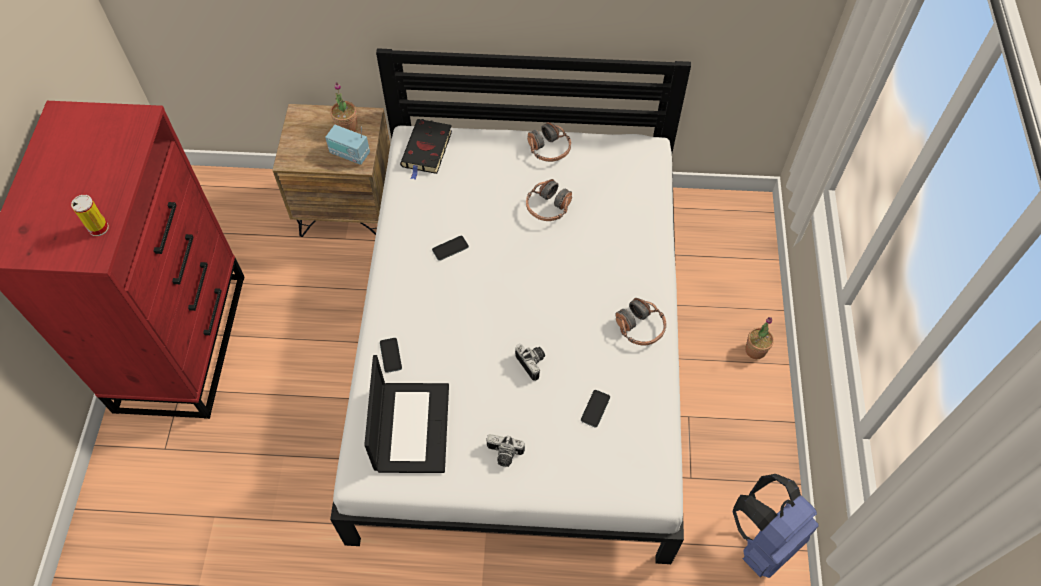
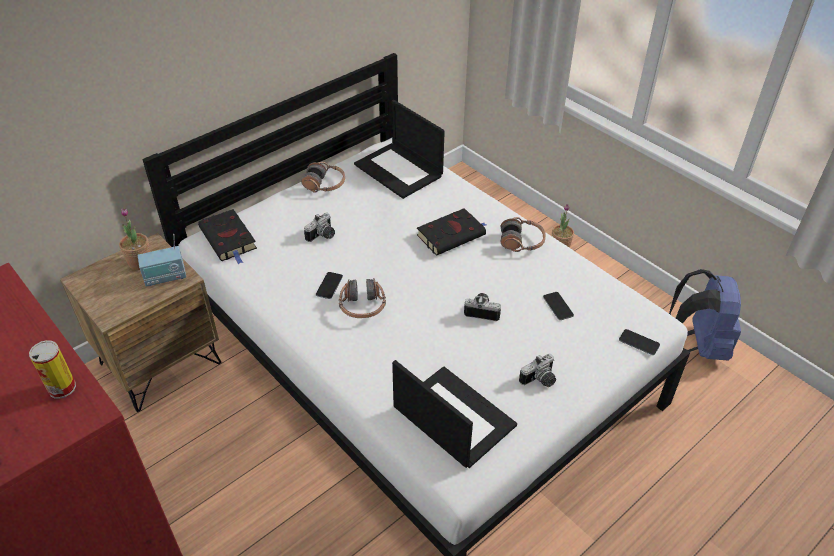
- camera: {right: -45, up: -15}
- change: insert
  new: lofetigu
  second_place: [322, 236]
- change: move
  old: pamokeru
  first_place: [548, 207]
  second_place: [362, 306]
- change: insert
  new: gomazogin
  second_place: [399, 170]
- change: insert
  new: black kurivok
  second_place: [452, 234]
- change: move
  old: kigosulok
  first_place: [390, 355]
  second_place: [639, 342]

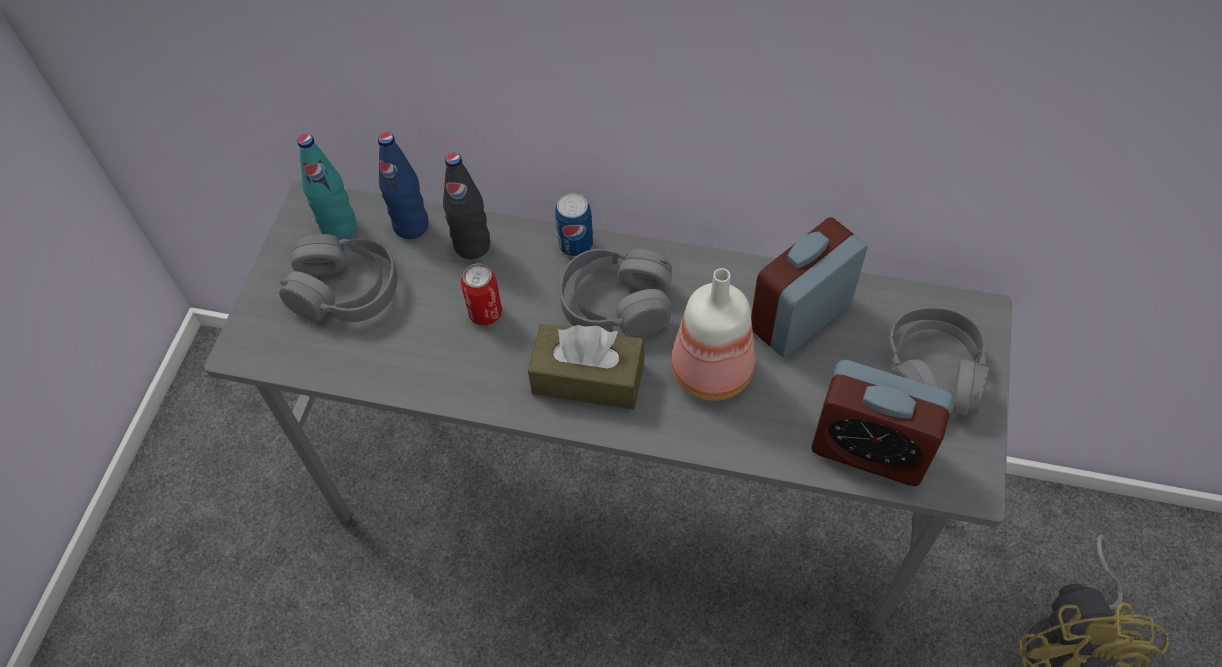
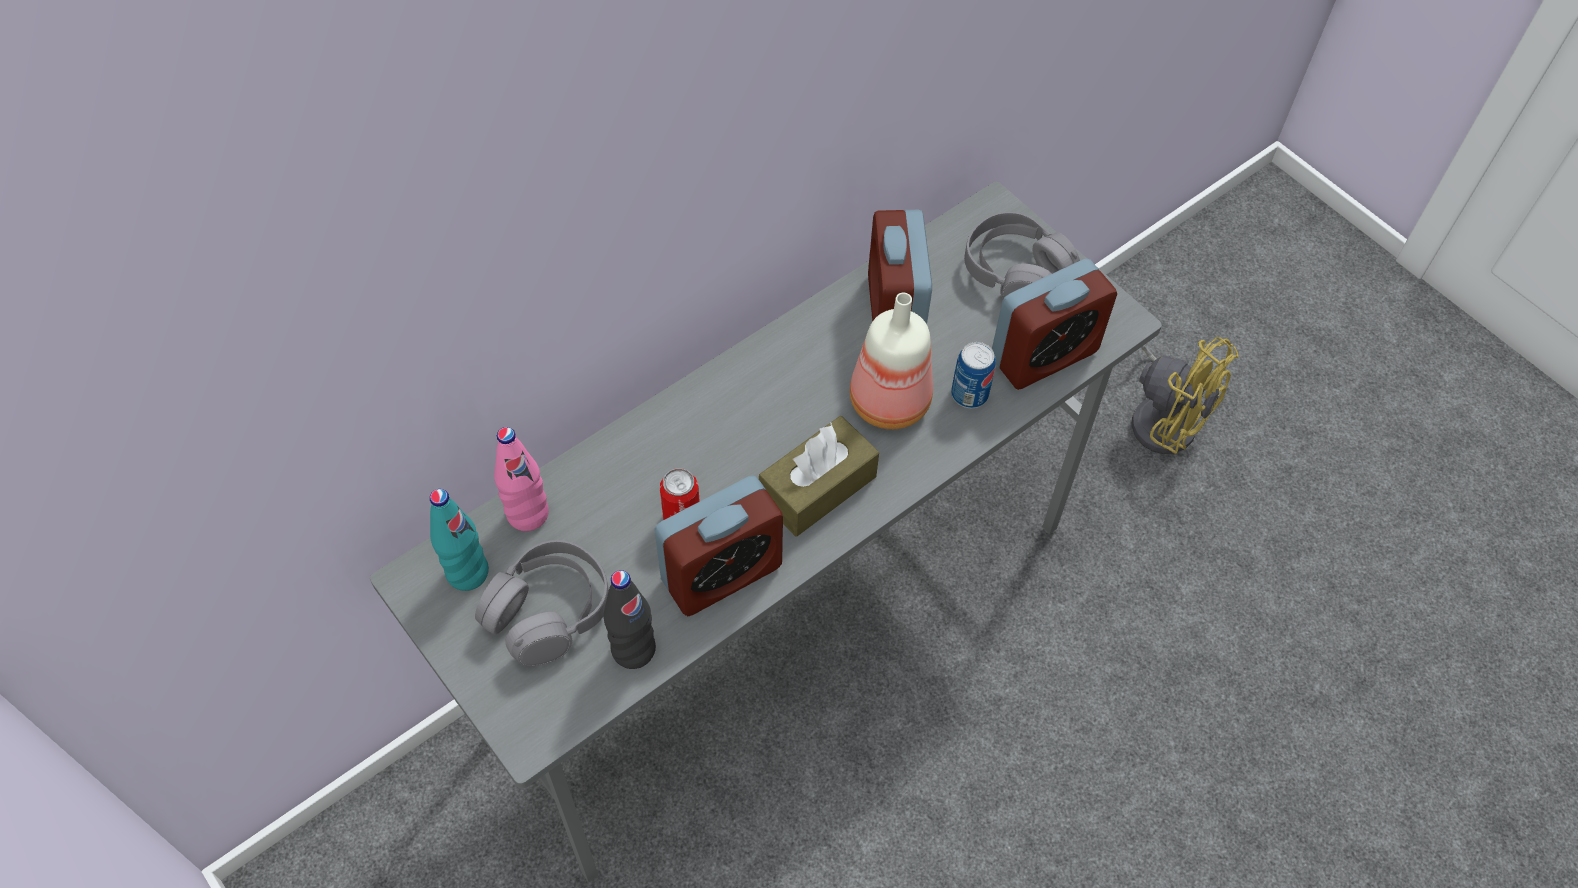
- camera: {right: -55, up: 0}
- change: recolor
  old: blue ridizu
  new: pink ridizu
  first_place: [411, 226]
  second_place: [528, 514]
- change: move
  old: black ridizu
  first_place: [472, 245]
  second_place: [633, 650]
- change: insert
  new: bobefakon
  second_place: [721, 573]
- change: move
  old: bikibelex
  first_place: [575, 244]
  second_place: [969, 394]
- change: delete
  old: grey pamokeru
  first_place: [616, 304]

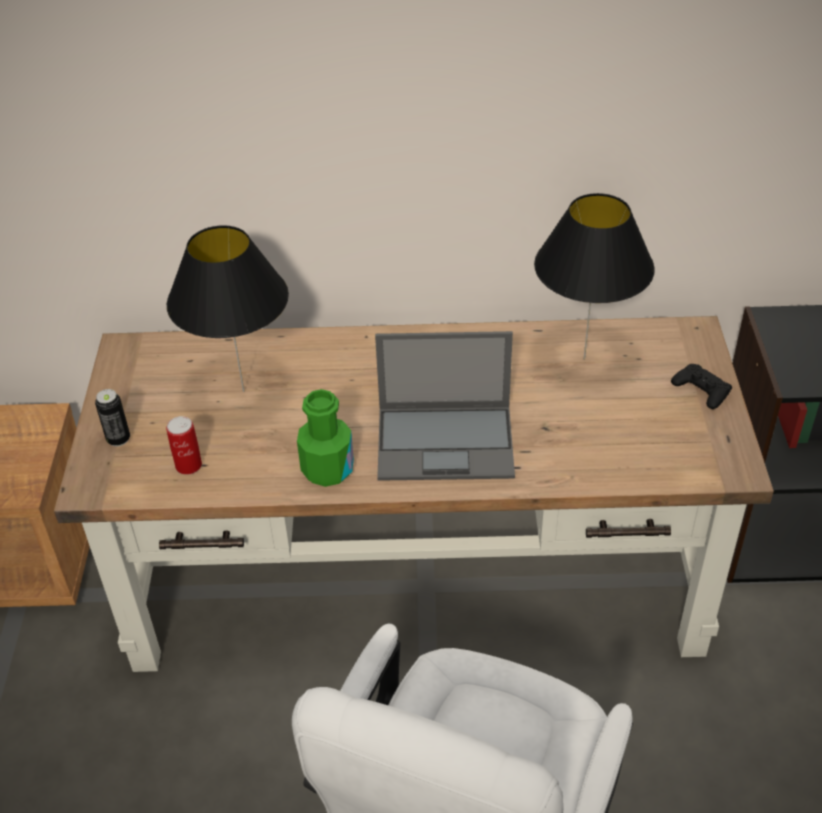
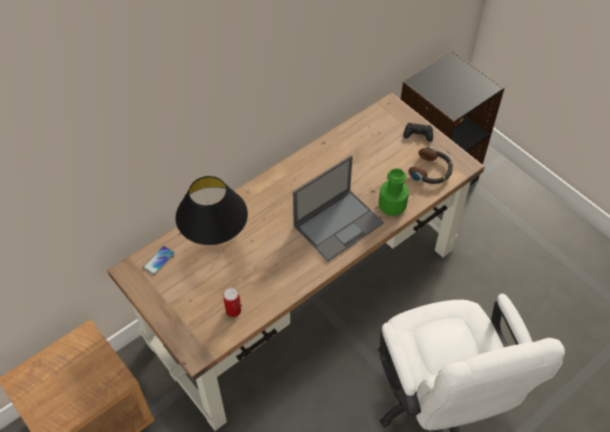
- camera: {right: -40, up: 10}
- change: insert
  new: kigosulok
  second_place: [159, 260]
- change: move
  old: green ridizu
  first_place: [327, 469]
  second_place: [392, 206]
- change: insert
  new: pamokeru
  second_place: [431, 171]
- change: delete
  old: bikibelex
  first_place: [118, 439]
- change: delete
  old: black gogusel
  first_place: [584, 359]

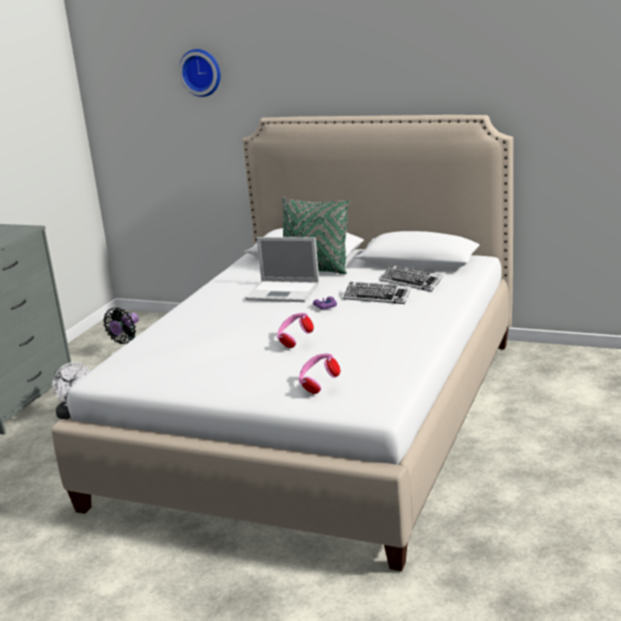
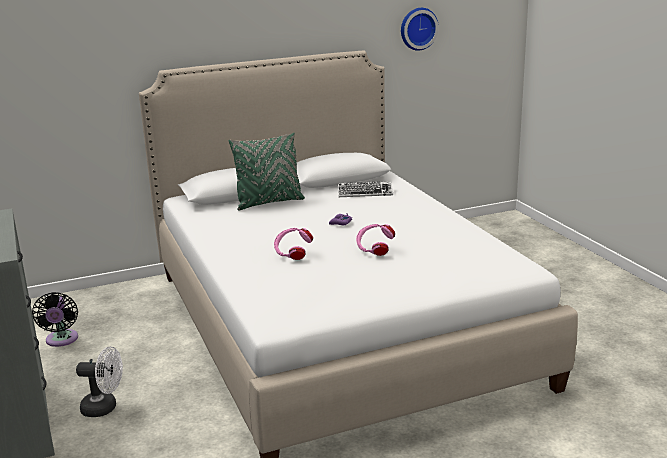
- camera: {right: -45, up: 0}
- change: move
  old: pink pamokeru
  first_place: [318, 386]
  second_place: [292, 255]
- change: move
  old: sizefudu
  first_place: [201, 72]
  second_place: [417, 28]
- change: delete
  old: gomazogin
  first_place: [284, 292]
- change: delete
  old: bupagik
  first_place: [377, 297]

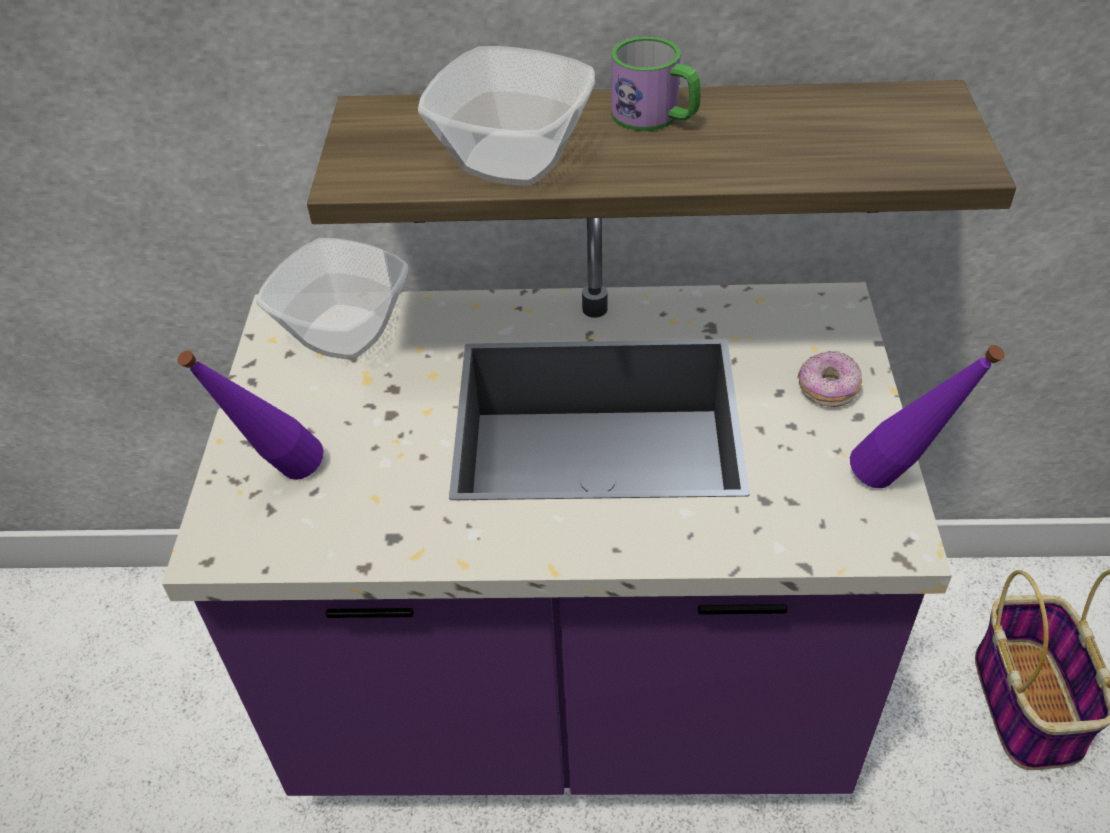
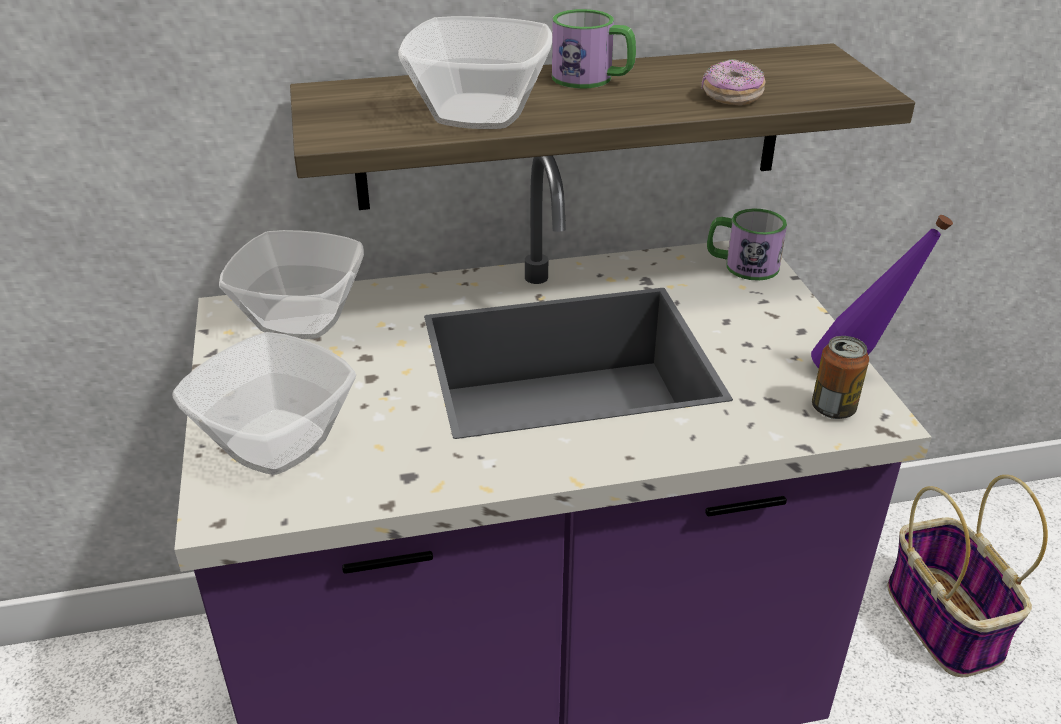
- camera: {right: -15, up: -10}
- change: replace
  old: purple ridizu
  new: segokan
  first_place: [279, 479]
  second_place: [273, 443]
- change: move
  old: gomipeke
  first_place: [827, 389]
  second_place: [731, 96]
- change: insert
  new: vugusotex
  second_place: [741, 265]
- change: insert
  new: bikibelex
  second_place: [833, 409]

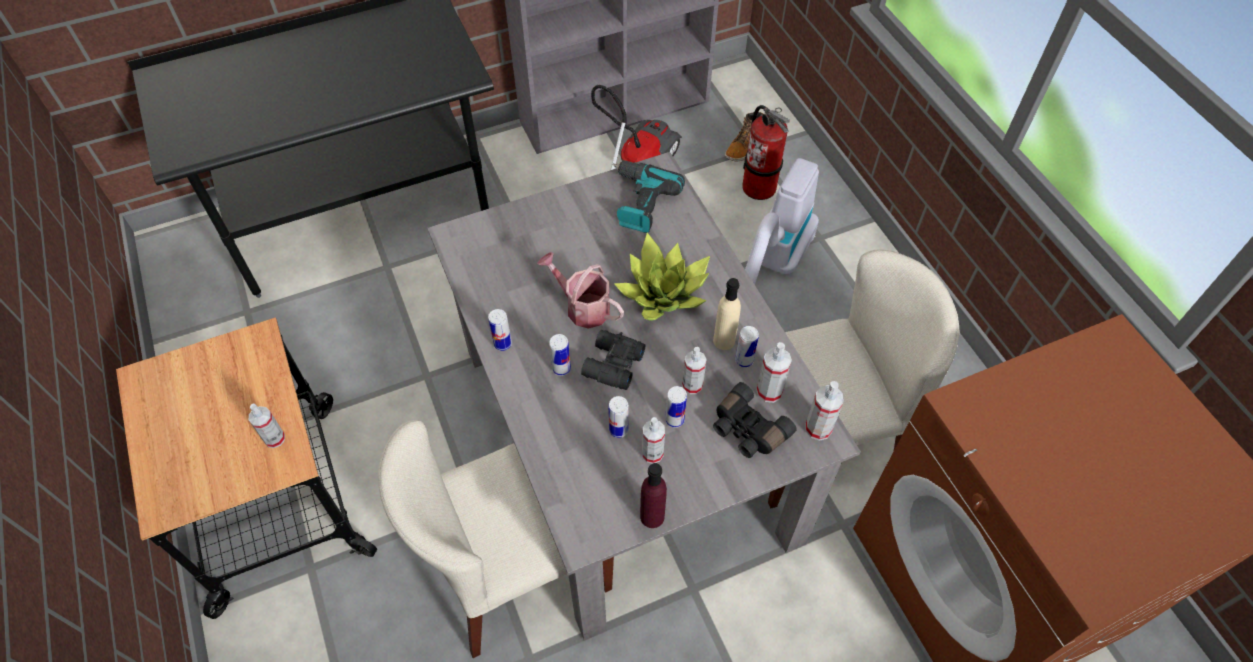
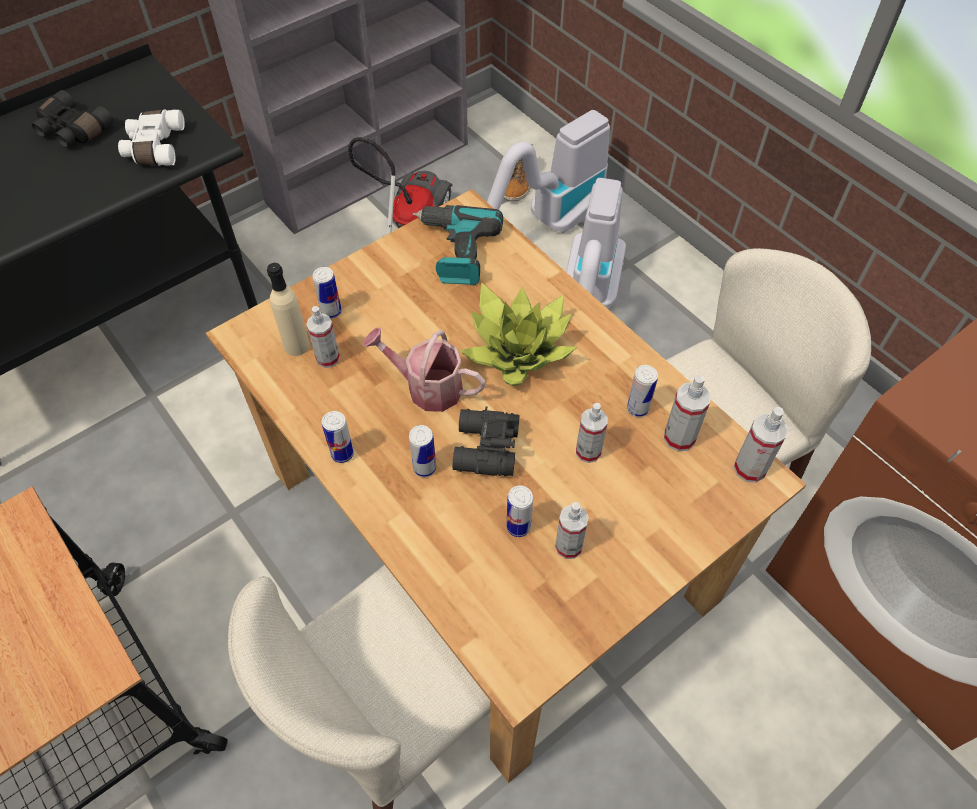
- camera: {right: -15, up: 0}
- change: move
  old: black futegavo
  first_place: [747, 430]
  second_place: [72, 131]
- change: insert
  new: white futegavo
  second_place: [154, 147]
- change: recolor
  old: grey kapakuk
  new: brown kapakuk
  first_place: [629, 443]
  second_place: [492, 534]
- change: move
  old: beige ridizu
  first_place: [724, 341]
  second_place: [297, 345]
- change: move
  old: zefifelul
  first_place: [275, 438]
  second_place: [328, 358]
- change: move
  old: bikibelex
  first_place: [674, 420]
  second_place: [331, 311]
- change: replace
  old: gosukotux
  new: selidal
  first_place: [759, 187]
  second_place: [548, 223]
- change: delete
  old: purple ridizu
  first_place: [652, 516]

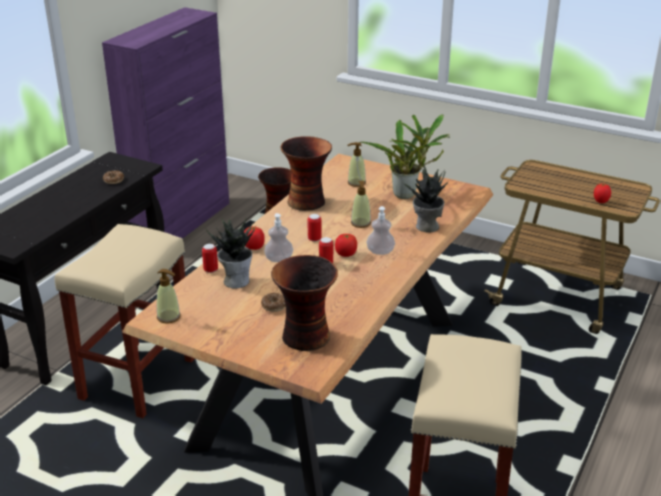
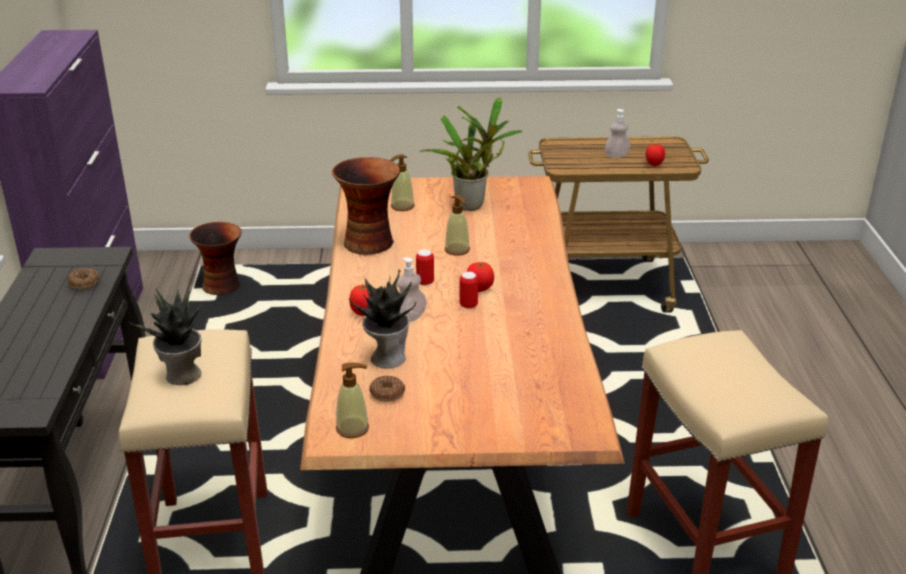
- camera: {right: -30, up: 0}
- change: move
  old: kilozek
  first_place: [426, 227]
  second_place: [182, 376]
- change: move
  old: gomipeke
  first_place: [274, 306]
  second_place: [387, 393]
- change: move
  old: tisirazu
  first_place: [380, 251]
  second_place: [616, 155]
- change: delete
  old: bikibelex
  first_place: [210, 270]
- change: delete
  old: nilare
  first_place: [305, 338]

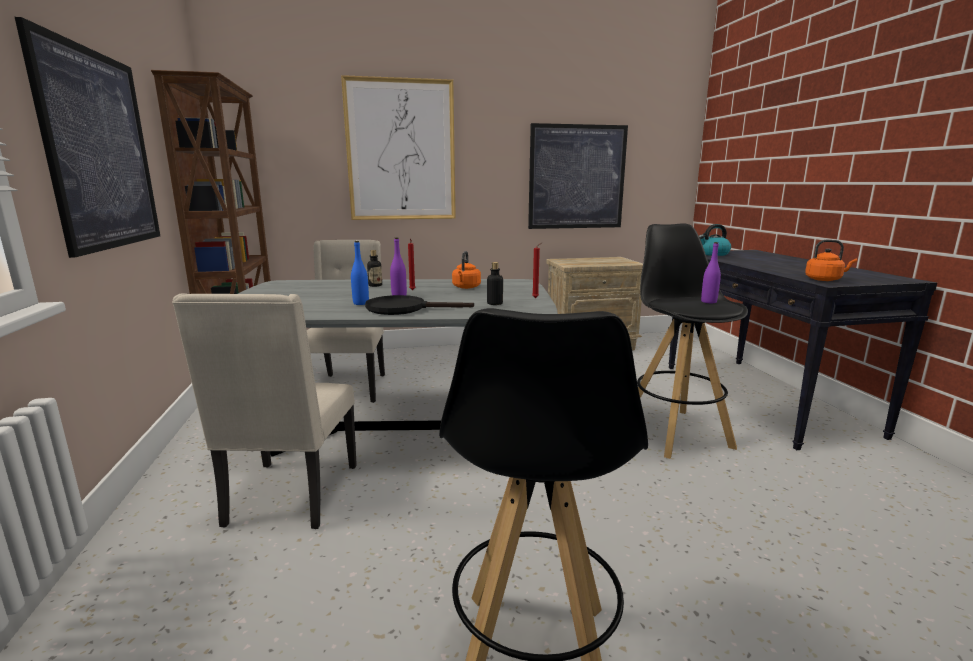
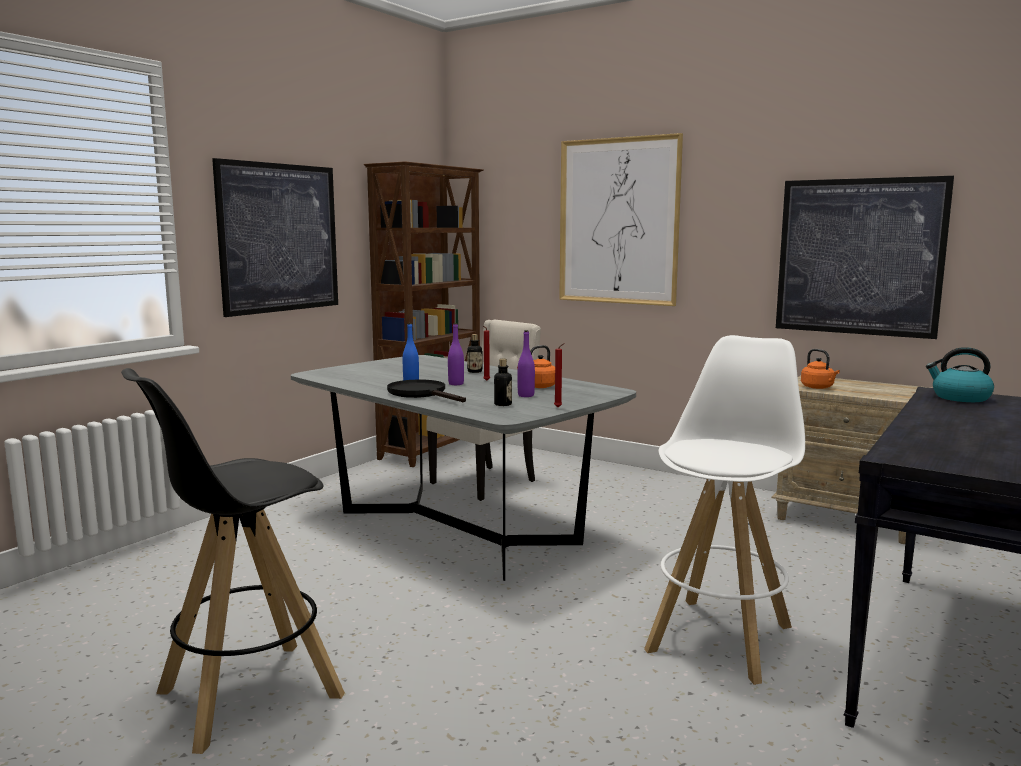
- camera: {right: 45, up: -5}
- change: move
  old: purple ridizu
  first_place: [708, 302]
  second_place: [526, 395]
- change: recolor
  old: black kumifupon
  new: white kumifupon
  first_place: [675, 431]
  second_place: [721, 637]
- change: move
  old: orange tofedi
  first_place: [825, 279]
  second_place: [818, 387]
- change: delete
  old: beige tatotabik
  first_place: [291, 496]

